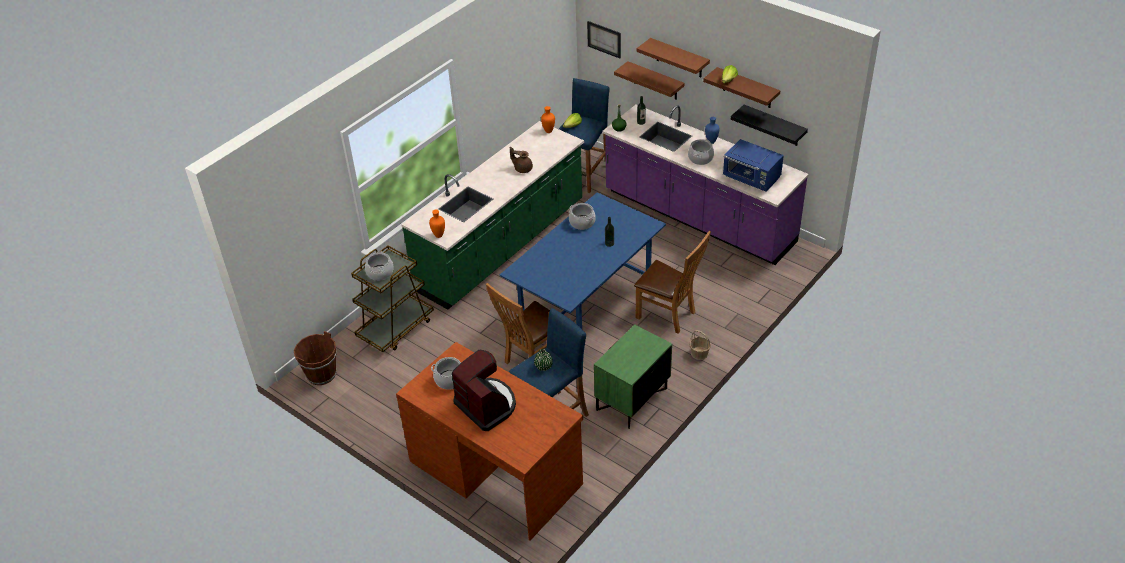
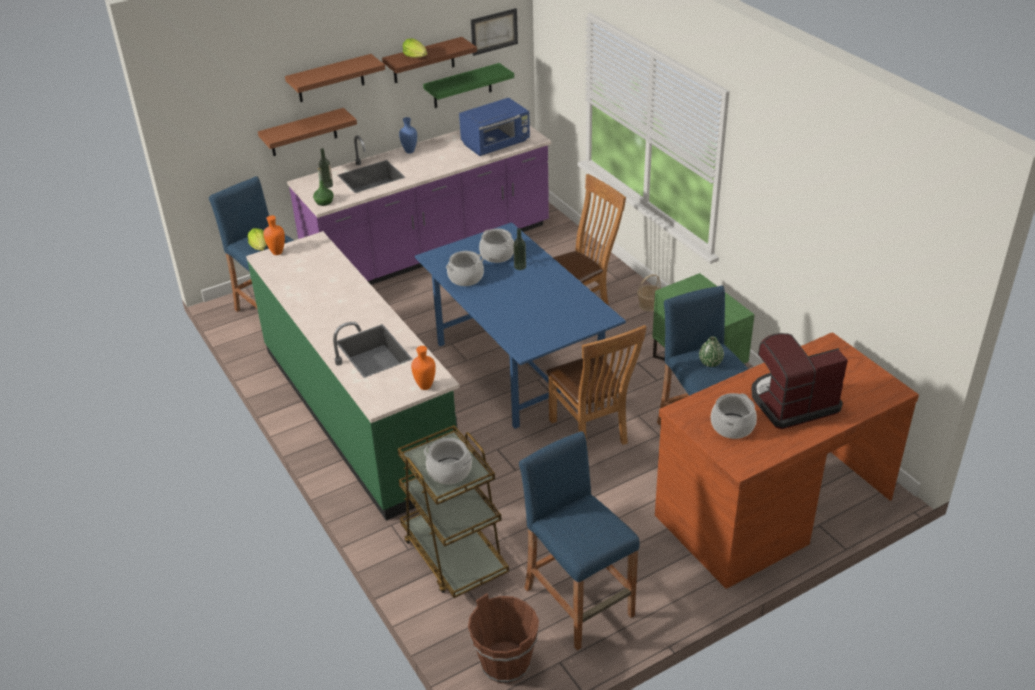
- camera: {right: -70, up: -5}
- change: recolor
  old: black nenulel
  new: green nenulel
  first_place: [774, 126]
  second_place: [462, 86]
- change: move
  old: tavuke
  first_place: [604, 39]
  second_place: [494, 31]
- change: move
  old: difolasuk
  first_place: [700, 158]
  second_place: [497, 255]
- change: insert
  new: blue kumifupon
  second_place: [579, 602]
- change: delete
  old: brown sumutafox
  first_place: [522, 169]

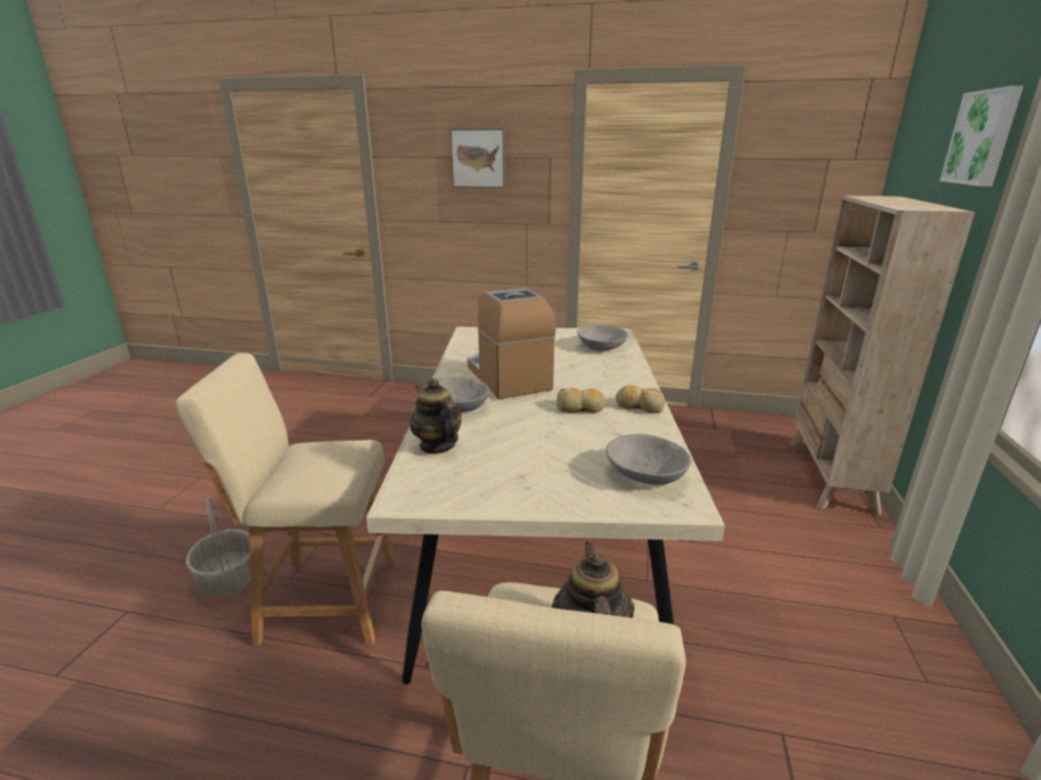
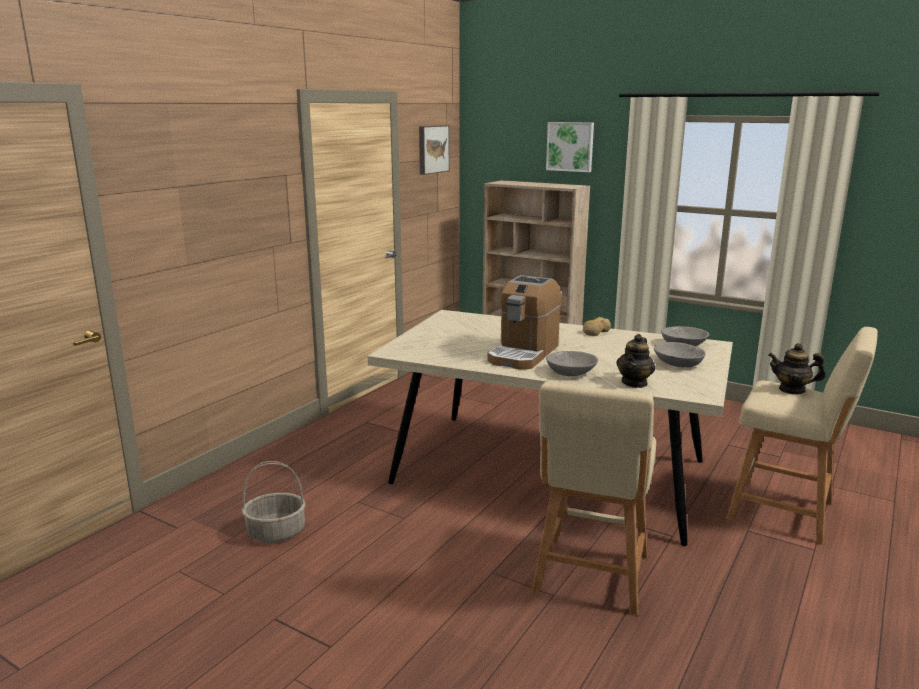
- camera: {right: -70, up: -5}
- change: move
  old: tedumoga
  first_place: [229, 579]
  second_place: [276, 532]
- change: move
  old: tavuke
  first_place: [479, 158]
  second_place: [432, 149]
- change: rotate
  old: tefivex
  first_place: [508, 378]
  second_place: [523, 354]
  degrees: -60
- change: rotate
  old: sumutafox
  first_place: [437, 445]
  second_place: [634, 383]
  degrees: -45
- change: move
  old: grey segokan
  first_place: [601, 347]
  second_place: [677, 363]
- change: delete
  old: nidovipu
  first_place: [581, 408]

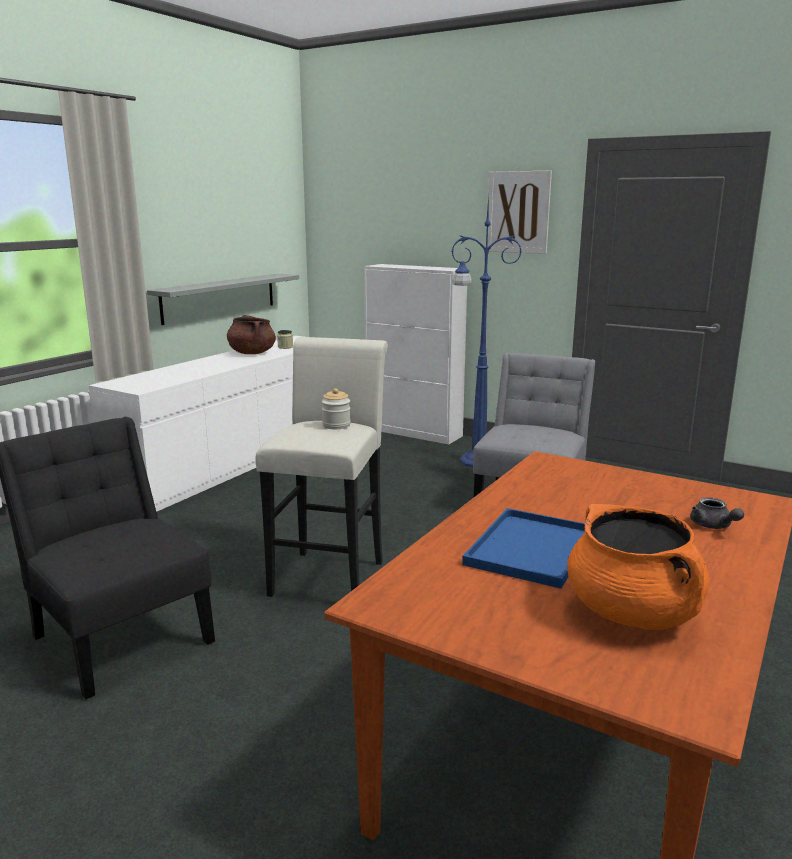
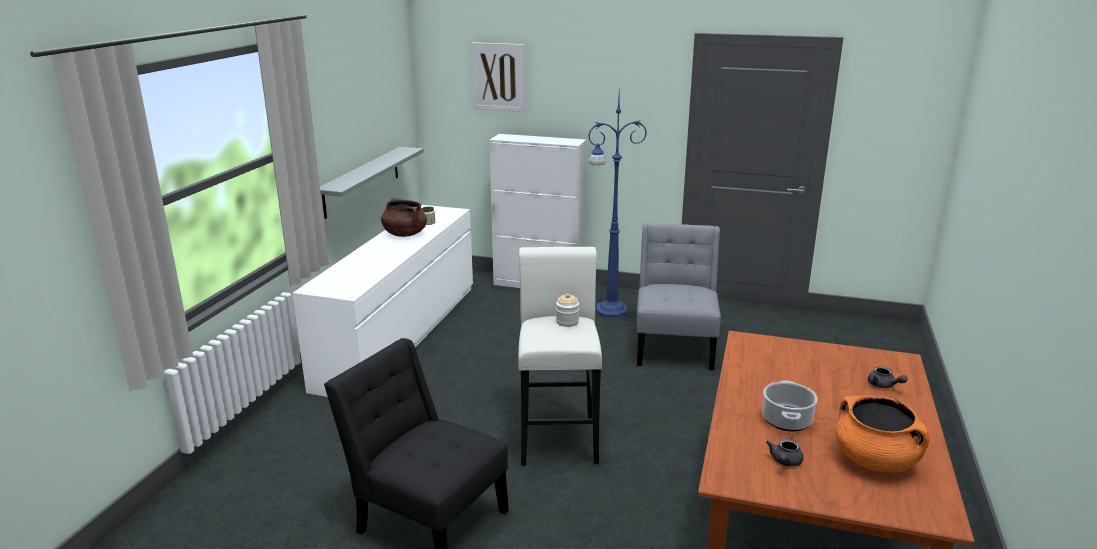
- camera: {right: -15, up: 5}
- change: move
  old: tavuke
  first_place: [518, 212]
  second_place: [499, 77]
- change: replace
  old: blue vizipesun
  new: difolasuk
  first_place: [530, 547]
  second_place: [786, 420]
- change: insert
  new: grey sumutafox
  second_place: [784, 462]

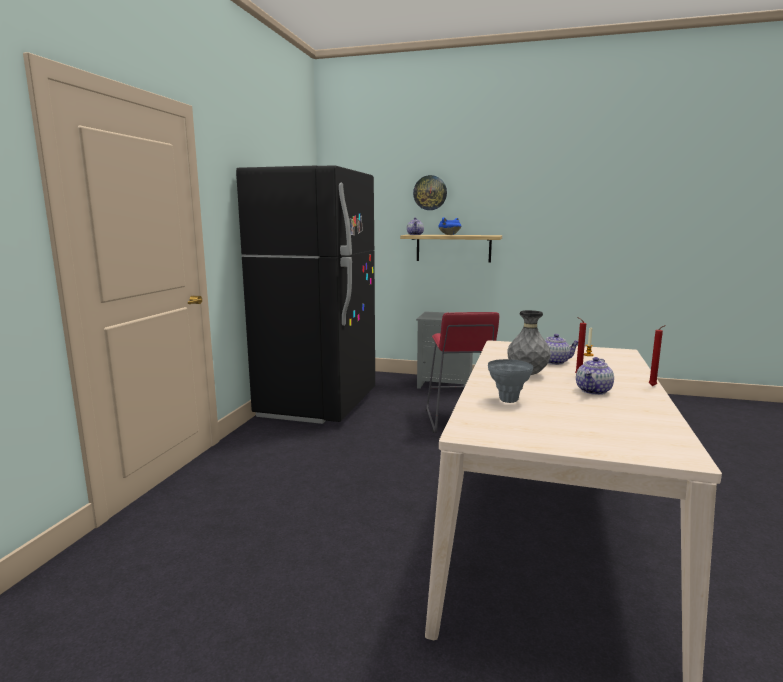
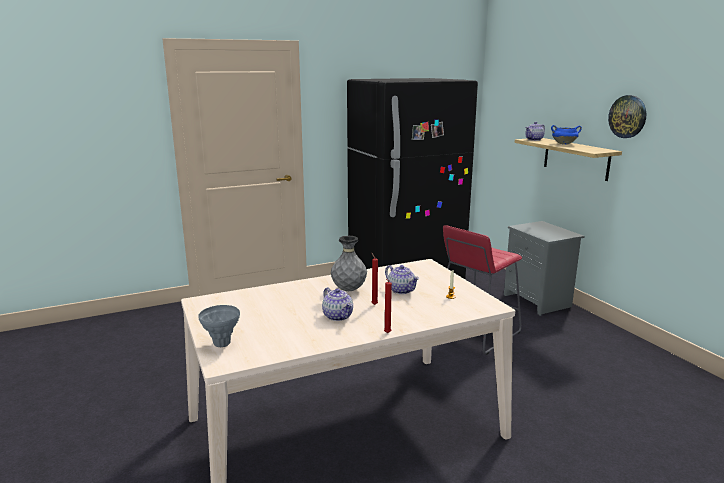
- camera: {right: 50, up: 5}
- change: move
  old: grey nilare
  first_place: [508, 400]
  second_place: [221, 344]
- change: rotate
  old: sumutafox
  first_place: [594, 391]
  second_place: [338, 316]
  degrees: -120
- change: move
  old: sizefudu
  first_place: [430, 193]
  second_place: [627, 116]

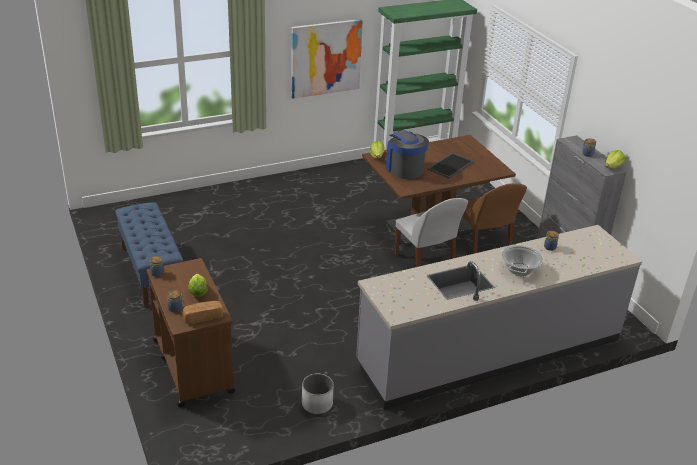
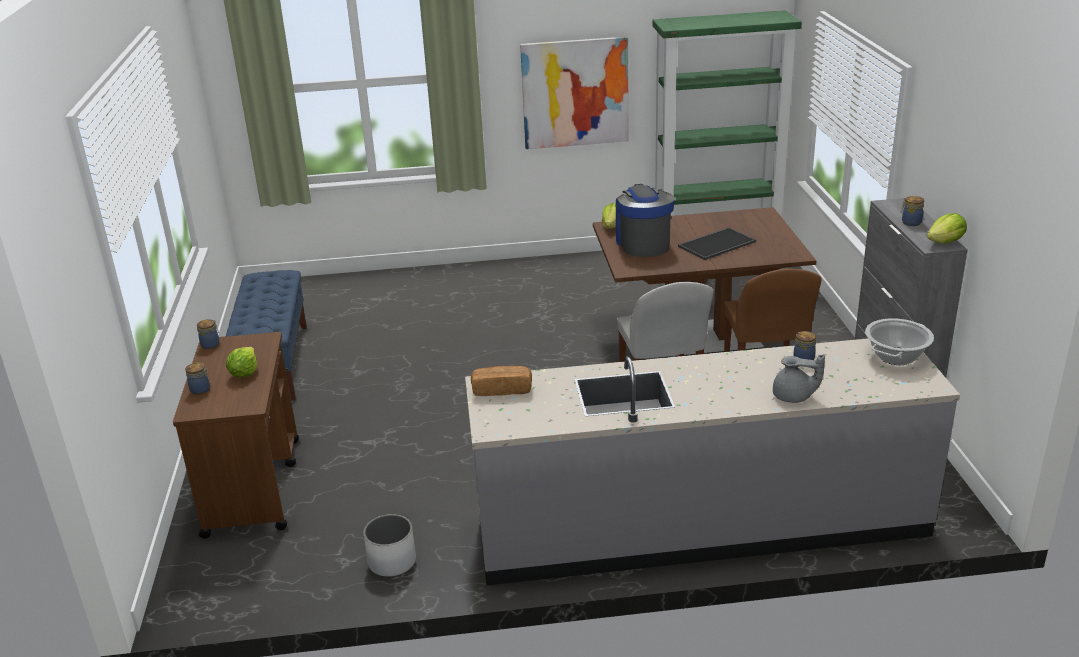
- camera: {right: 20, up: -5}
- change: move
  old: nidovipu
  first_place: [203, 317]
  second_place: [502, 390]
- change: insert
  new: grey sumutafox
  second_place: [793, 397]
- change: move
  old: difolasuk
  first_place: [519, 270]
  second_place: [896, 356]

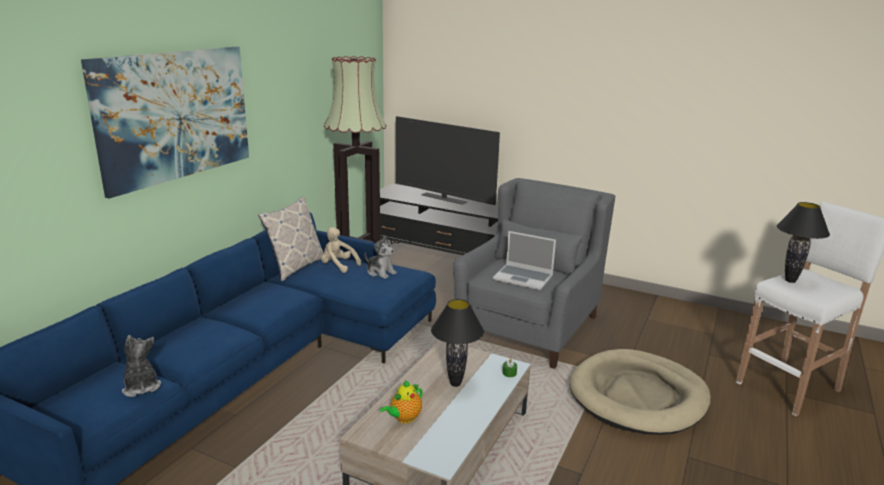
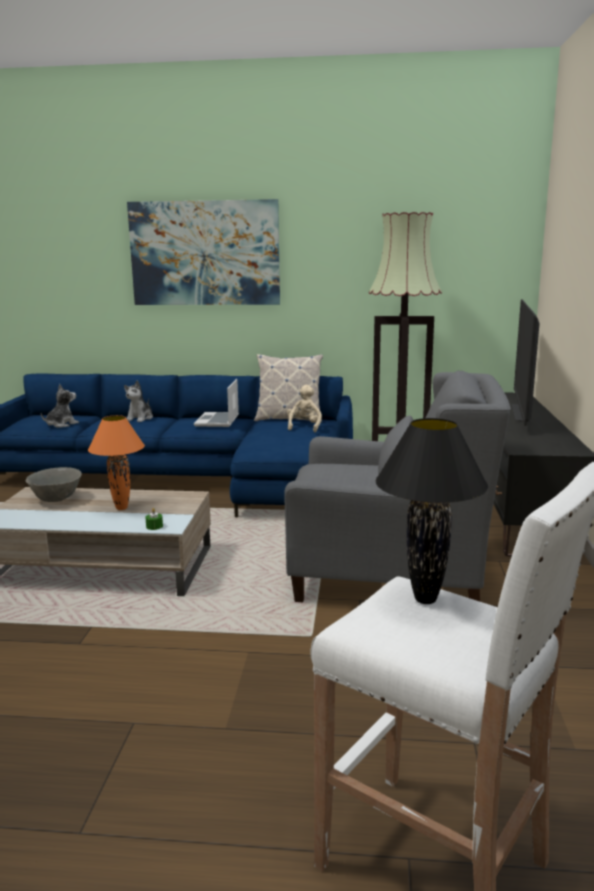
- camera: {right: 70, up: -5}
- change: replace
  old: sumutafox
  new: grey segokan
  first_place: [404, 418]
  second_place: [56, 499]
- change: recolor
  old: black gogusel
  new: orange gogusel
  first_place: [455, 383]
  second_place: [122, 508]
- change: move
  old: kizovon
  first_place: [380, 272]
  second_place: [140, 418]
- change: move
  old: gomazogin
  first_place: [524, 278]
  second_place: [218, 421]
- change: delete
  old: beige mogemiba
  first_place: [638, 396]

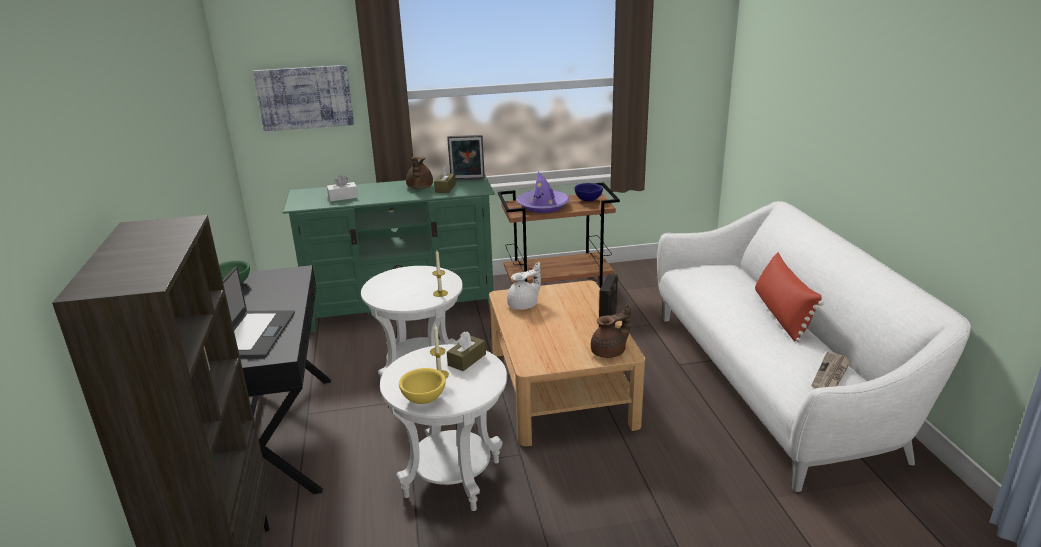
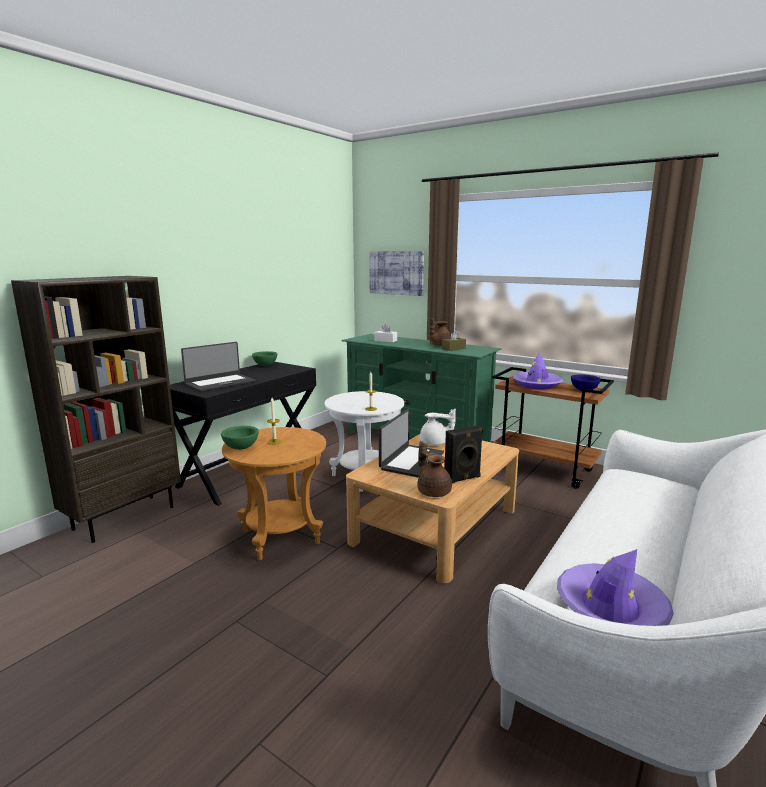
- camera: {right: 45, up: -10}
- change: recolor
  old: yellow segokan
  new: green segokan
  first_place: [423, 399]
  second_place: [240, 447]
- change: recolor
  old: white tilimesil
  new: brown tilimesil
  first_place: [452, 478]
  second_place: [280, 536]
- change: insert
  new: gomazogin
  second_place: [411, 461]
- change: rotate
  old: brown sumutafox
  first_place: [609, 352]
  second_place: [433, 491]
  degrees: -135
- change: replace
  old: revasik
  new: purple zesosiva
  first_place: [831, 374]
  second_place: [610, 608]
- change: delete
  old: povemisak
  first_place: [467, 180]
- change: delete
  old: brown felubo
  first_place: [467, 360]
- change: delete
  old: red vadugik
  first_place: [781, 315]

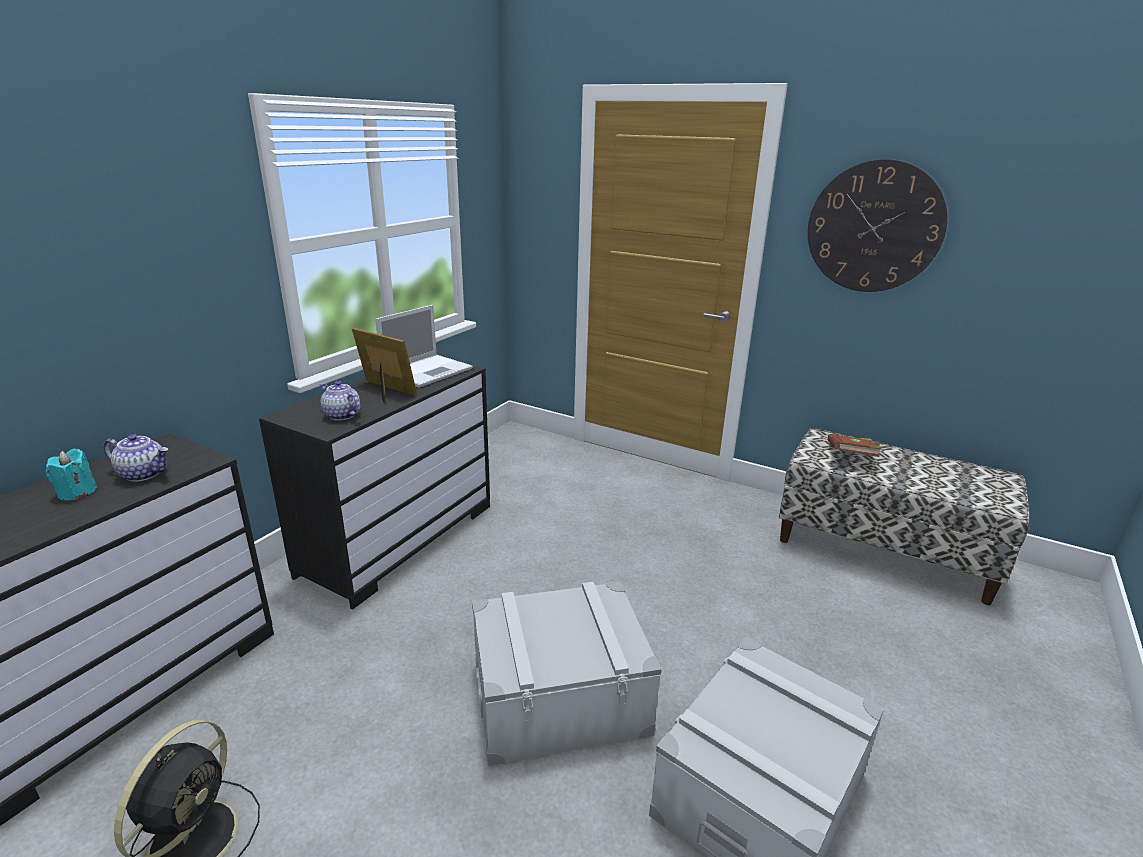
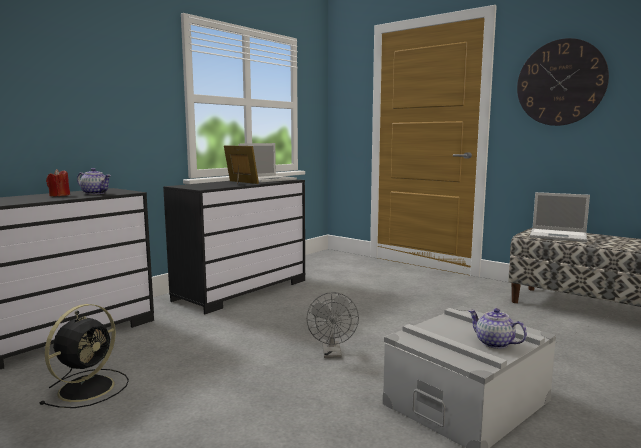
- camera: {right: 10, up: -15}
- change: recolor
  old: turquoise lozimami
  new: red lozimami
  first_place: [77, 492]
  second_place: [59, 195]
- change: replace
  old: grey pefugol
  new: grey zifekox
  first_place: [559, 696]
  second_place: [332, 354]
- change: move
  old: sumutafox
  first_place: [341, 415]
  second_place: [494, 343]
- change: replace
  old: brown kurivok
  new: gomazogin
  first_place: [851, 457]
  second_place: [559, 236]

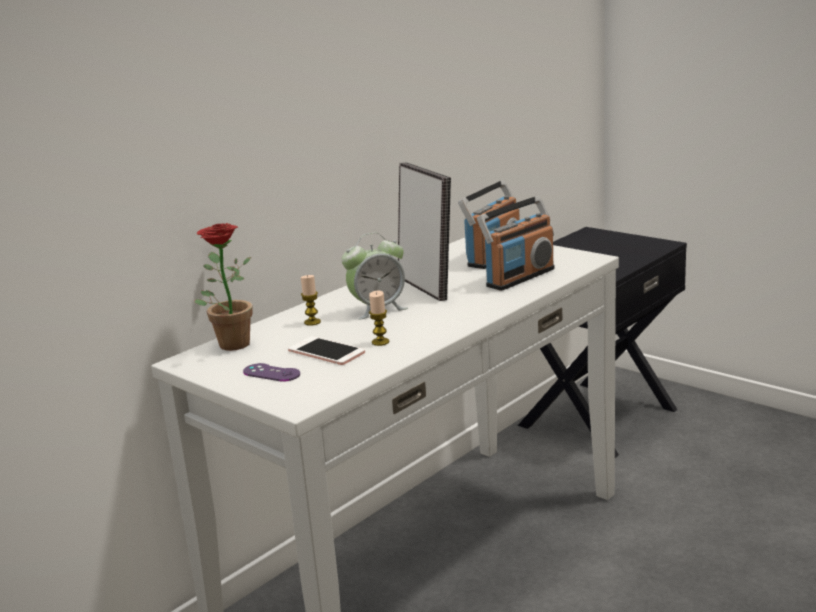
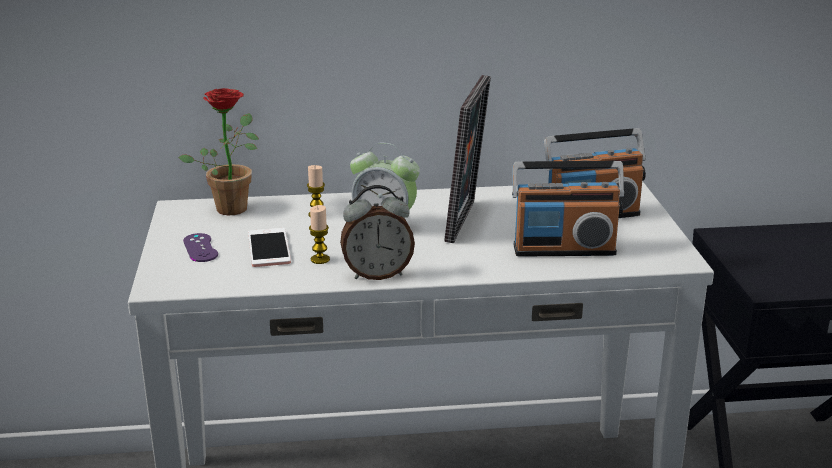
- camera: {right: 40, up: 5}
- change: insert
  new: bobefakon
  second_place: [377, 274]

